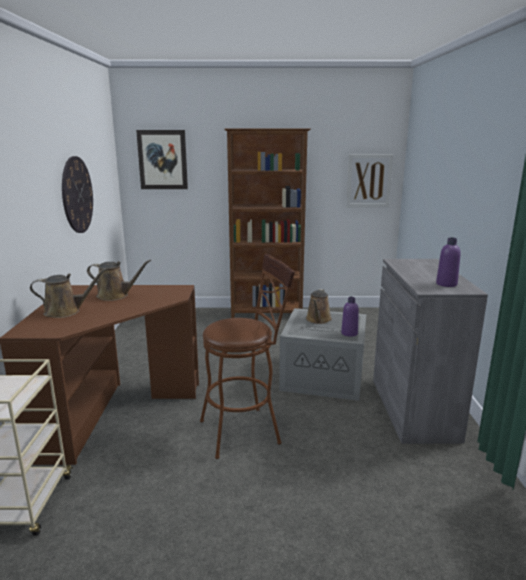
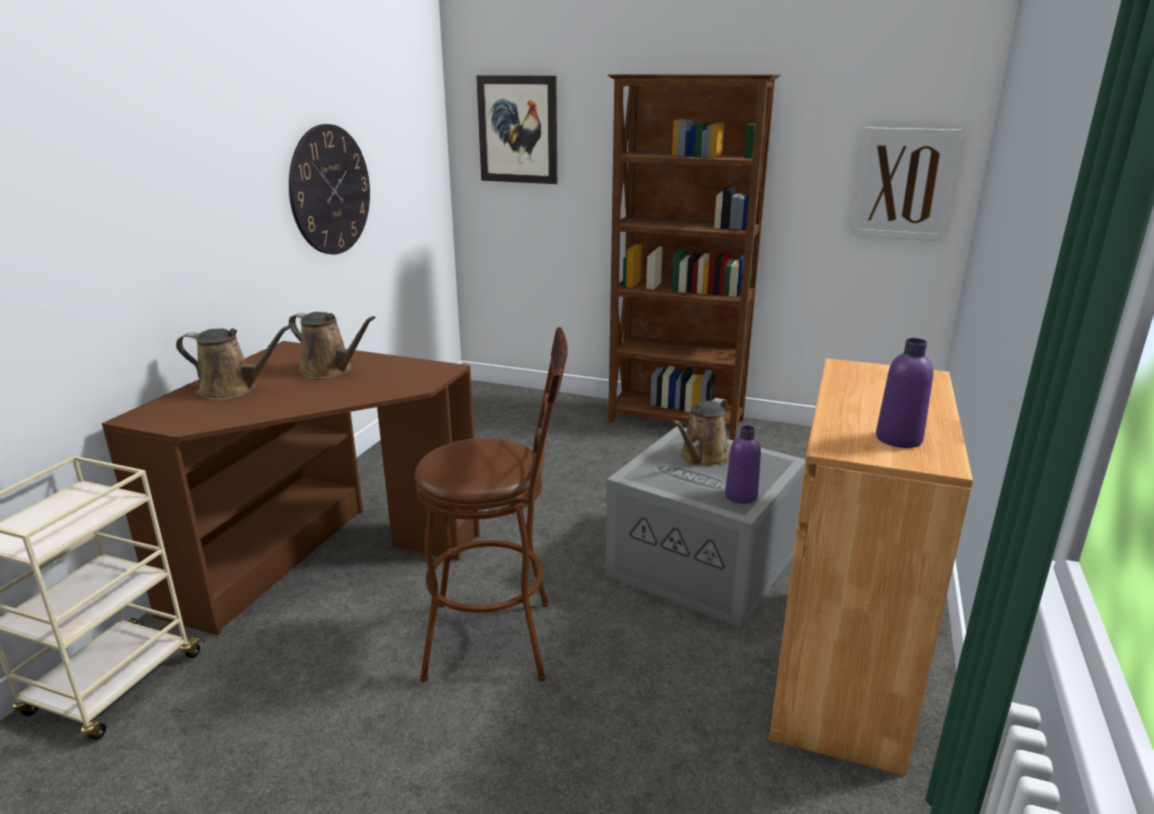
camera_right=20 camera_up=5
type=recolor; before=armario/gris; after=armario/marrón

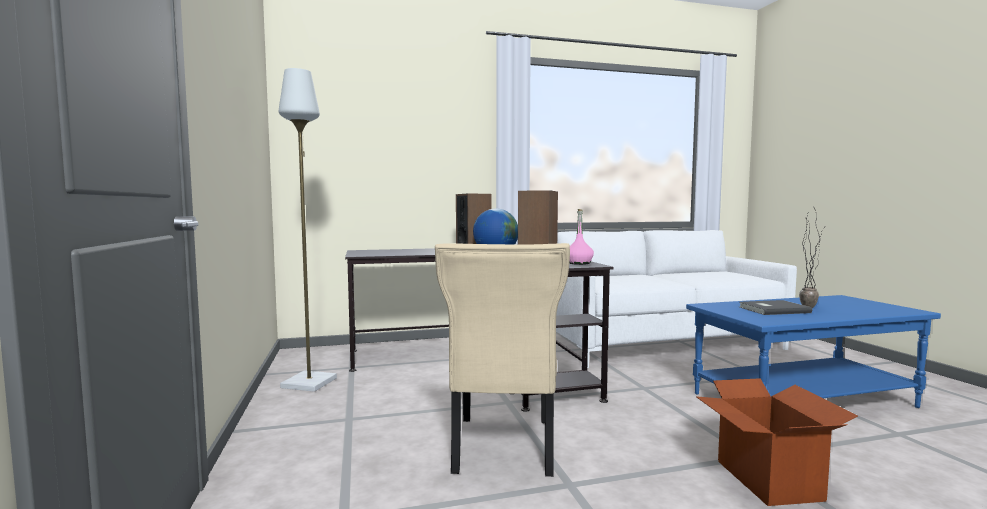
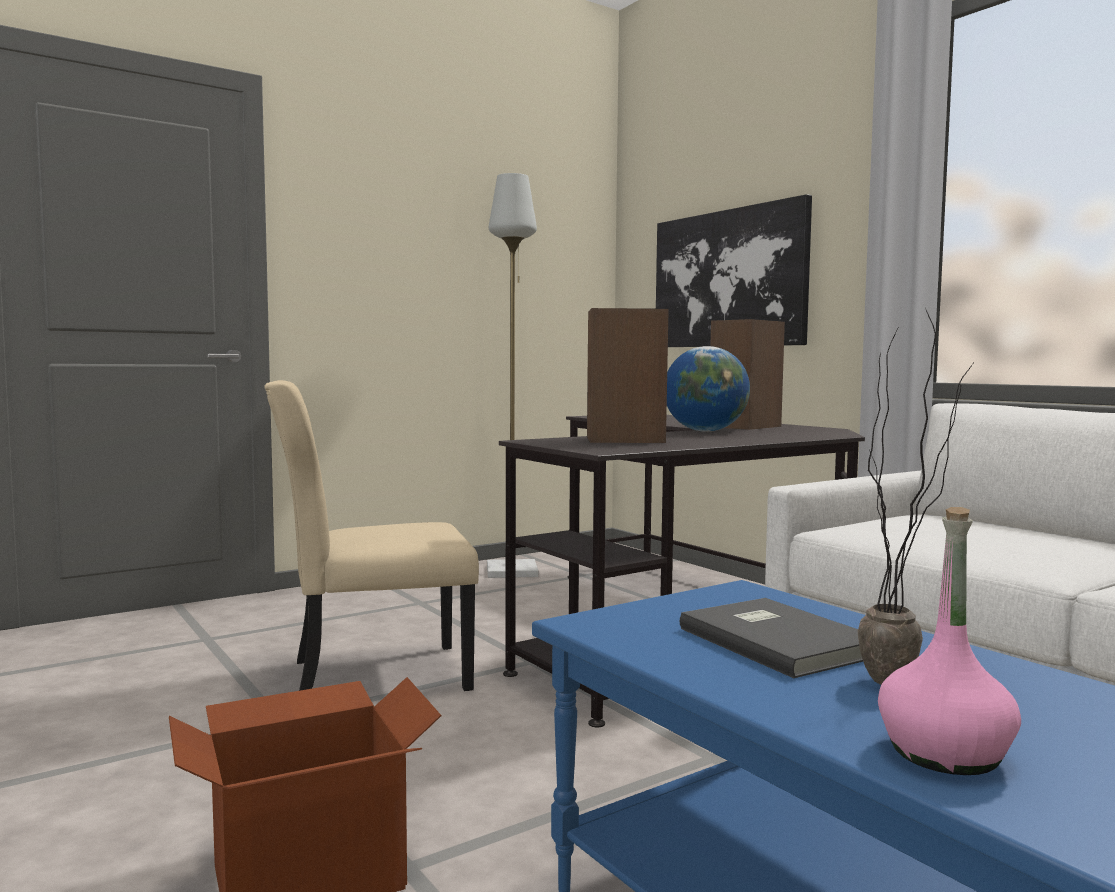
camera_right=70 camera_up=0
type=move; before=botella/rosa
type=insert; after=cuadro

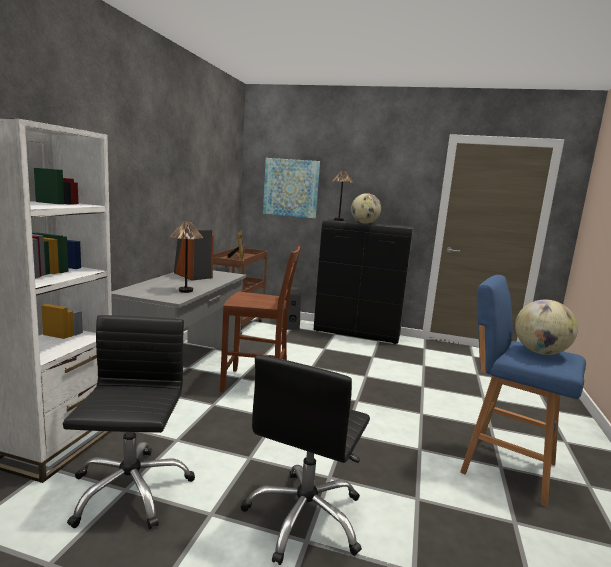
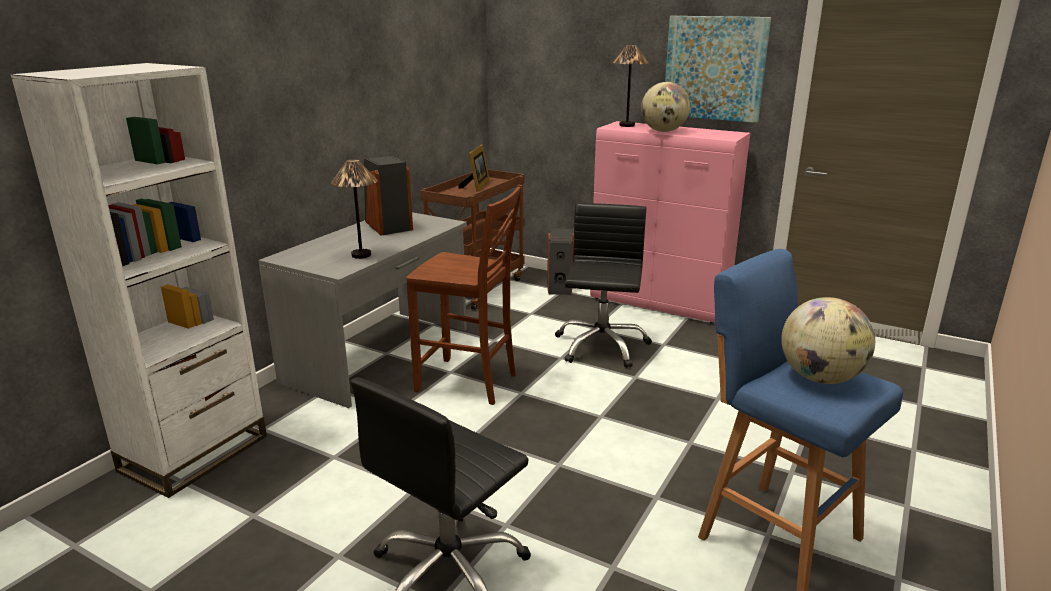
camera_right=15 camera_up=10
type=move; before=silla de oficina/negro (1st from left in the first image); after=silla de oficina/negro (2nd from left)
type=move; before=cuadro
type=recolor; before=armario/negro; after=armario/rosa

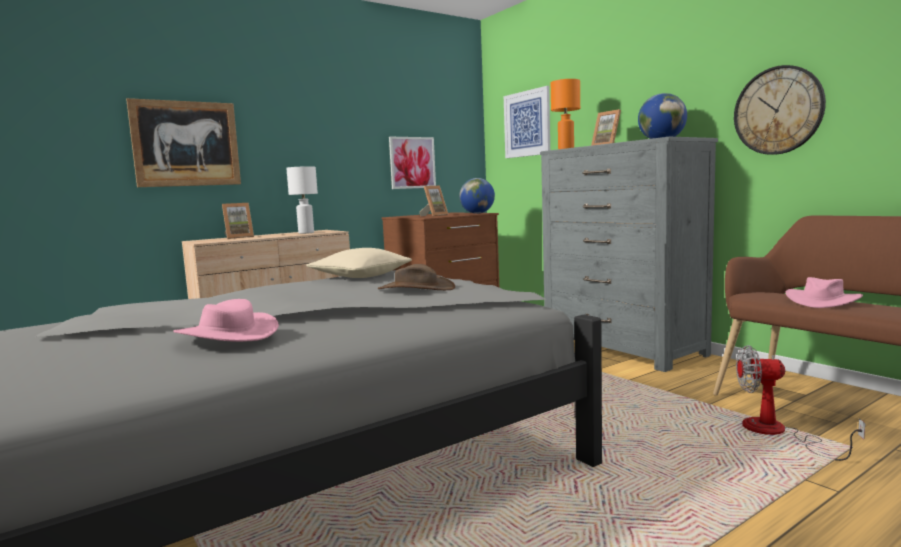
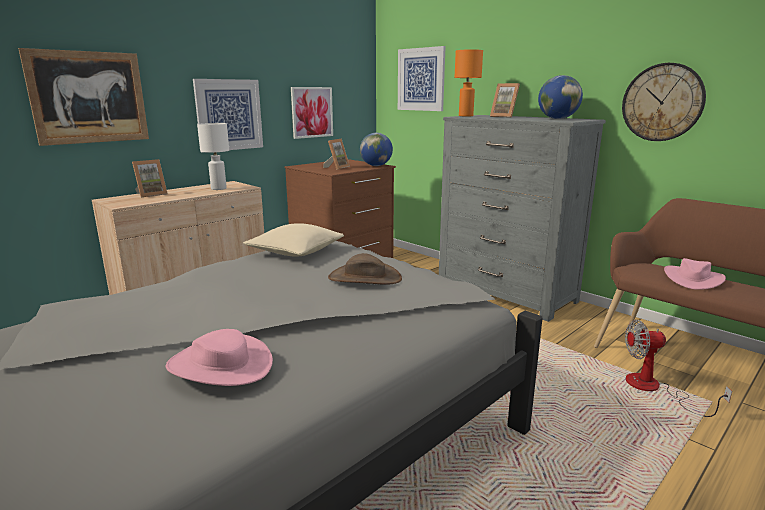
camera_right=-10 camera_up=10
type=insert; after=cuadro (2nd from left)

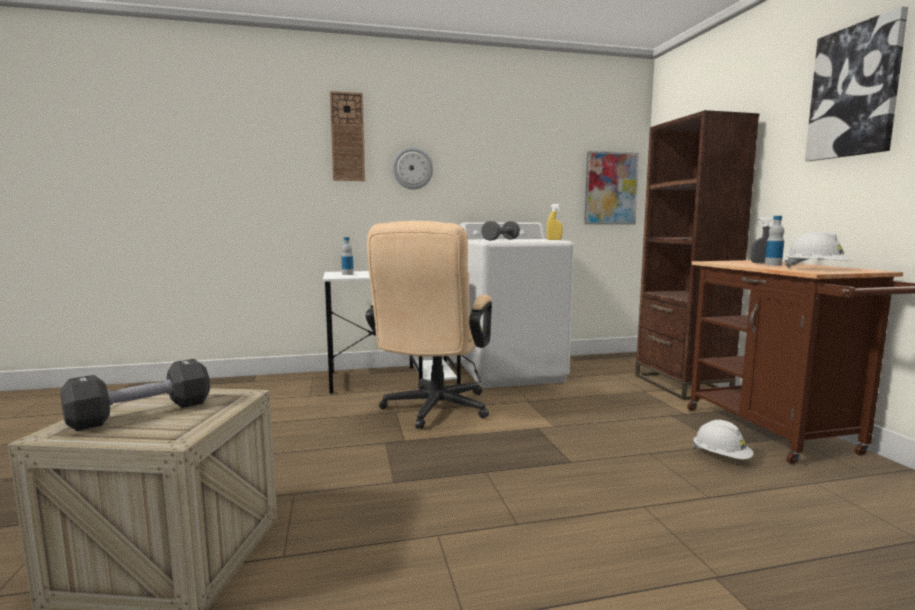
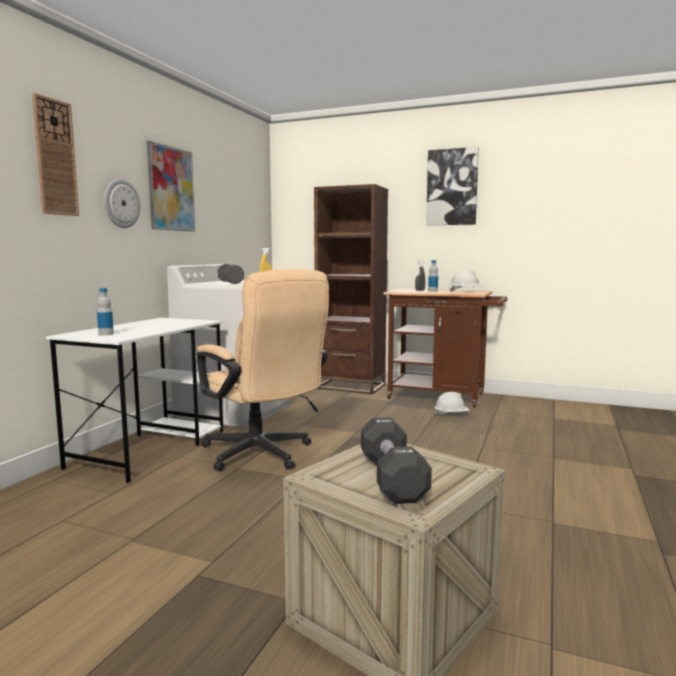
camera_right=-55 camera_up=0
type=move; before=cuadro (1st from left)

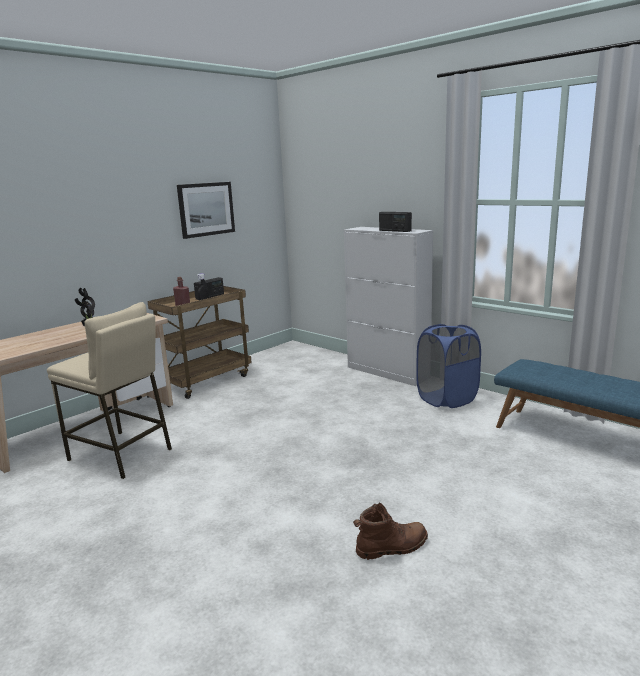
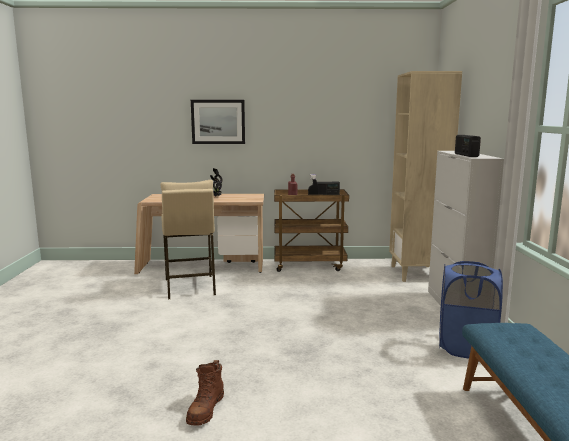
camera_right=45 camera_up=-5
type=move; before=cuadro
type=rotate; before=bota/marrón; turn=75
type=insert; after=estantería/beis

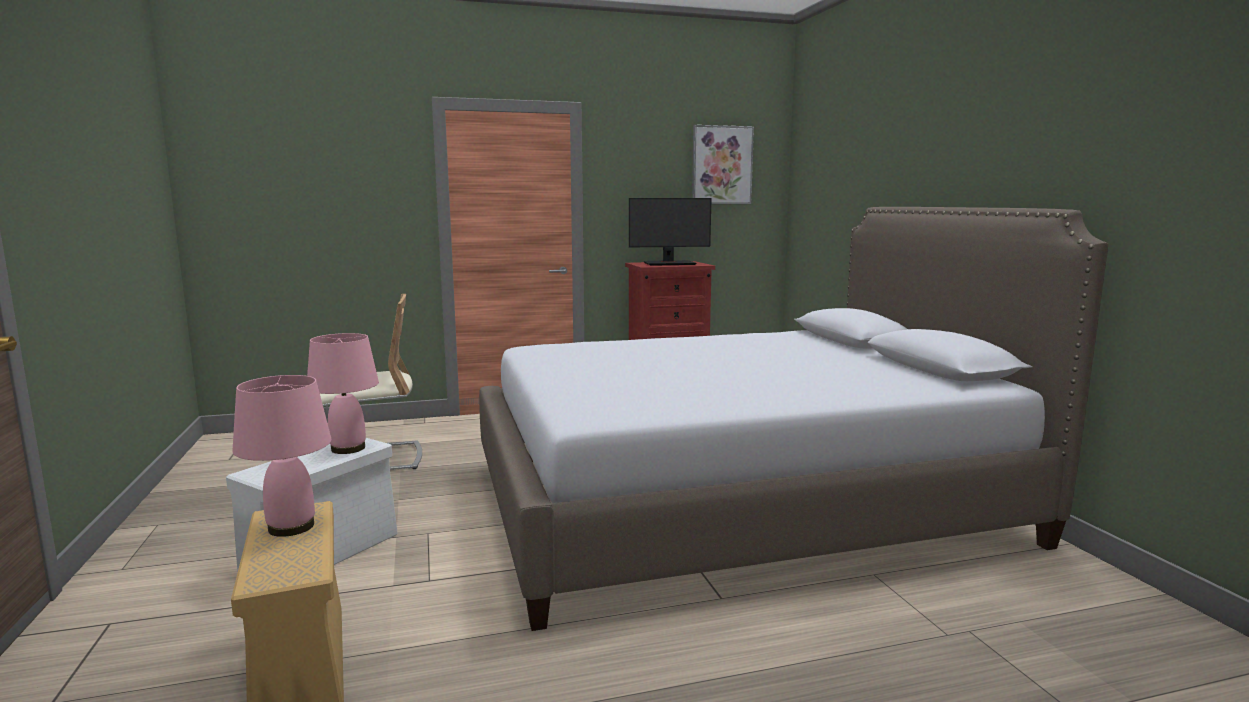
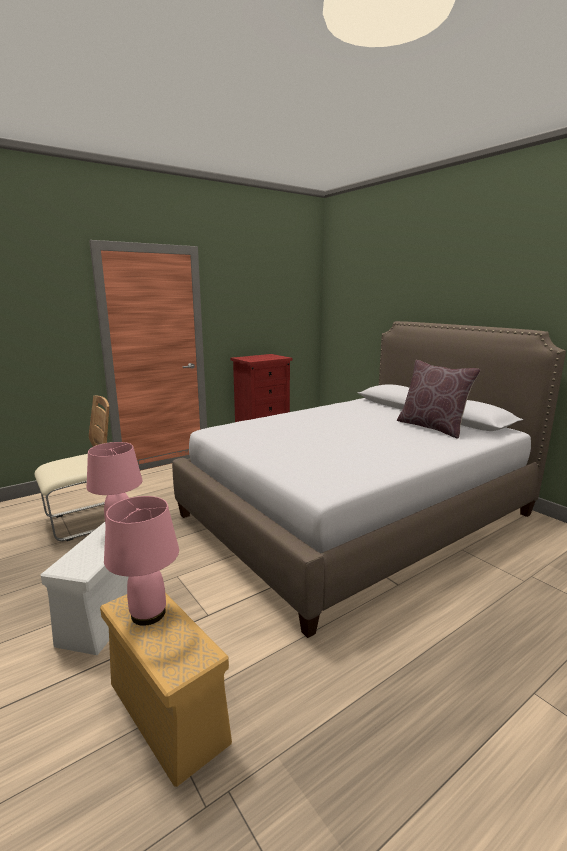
camera_right=-20 camera_up=5
type=delete; before=monitor
type=delete; before=cuadro
type=insert; after=cojín/marrón

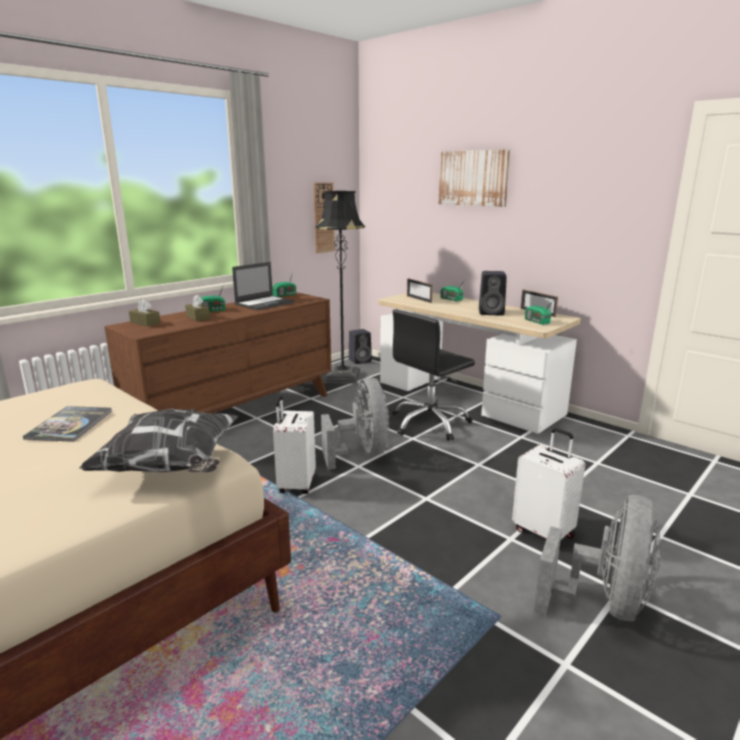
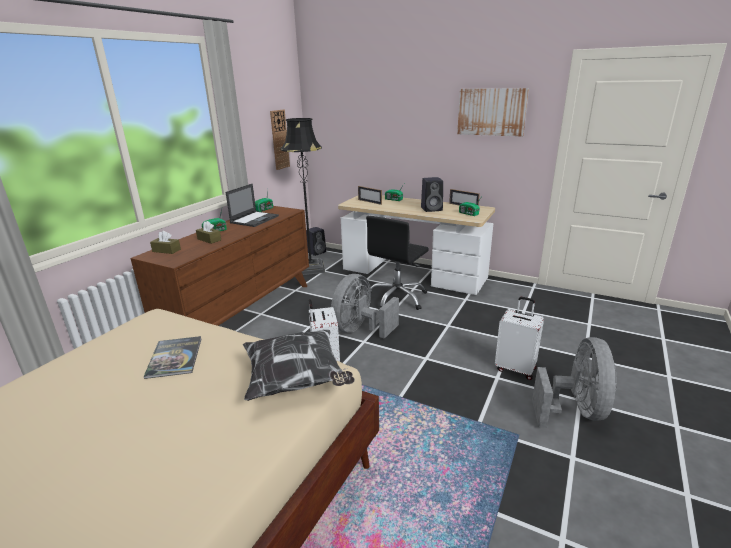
camera_right=-15 camera_up=5
type=rotate; before=ventilador/gris (1st from left); turn=-120
type=move; before=cuadro

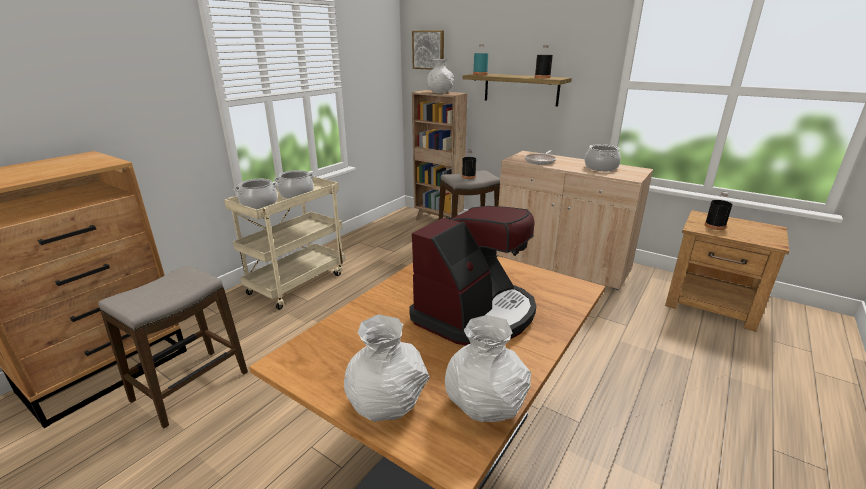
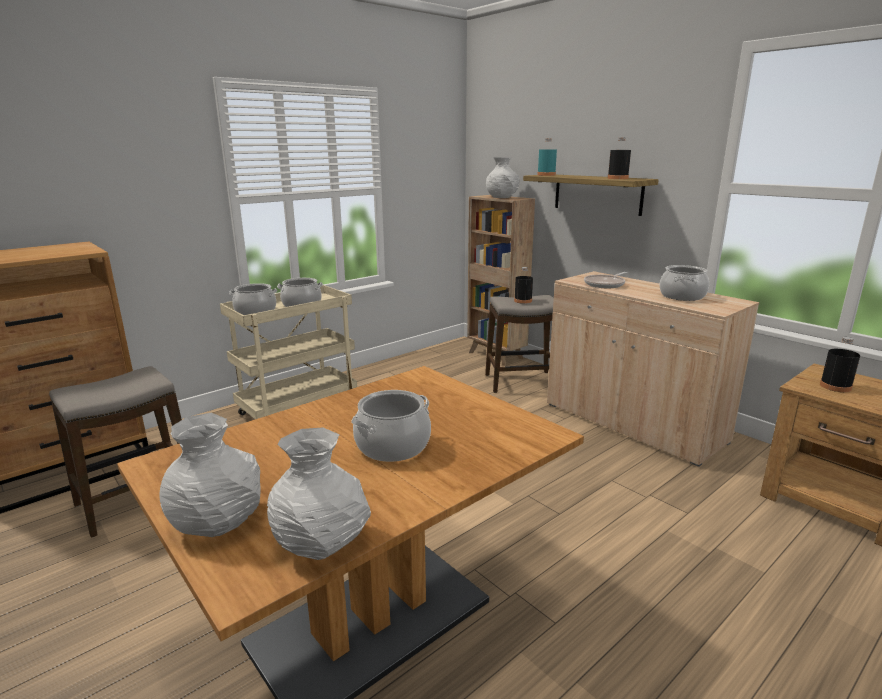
camera_right=15 camera_up=-5
type=replace; before=cafetera; after=olla (3rd from left)
type=delete; before=cuadro

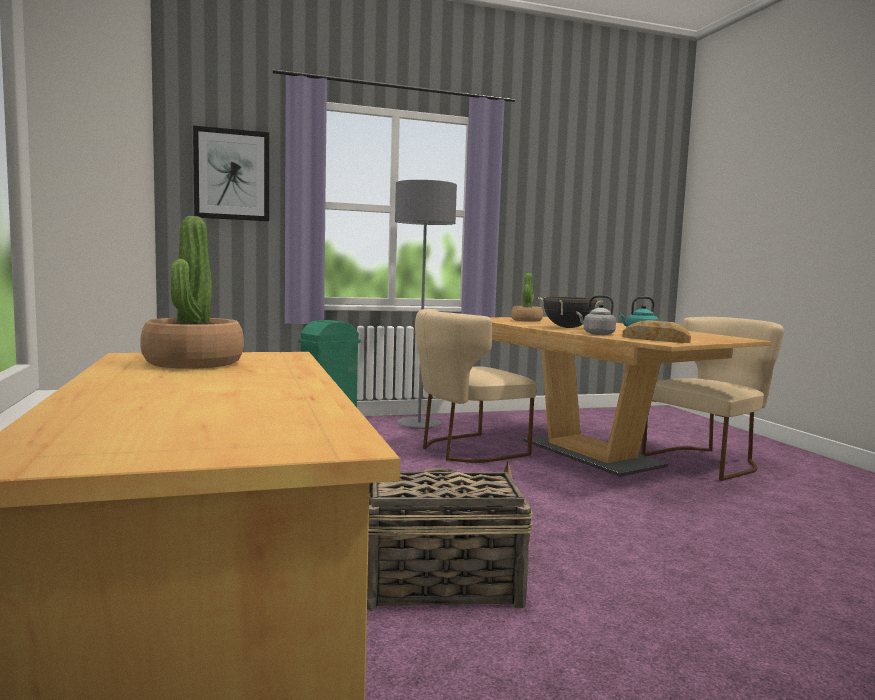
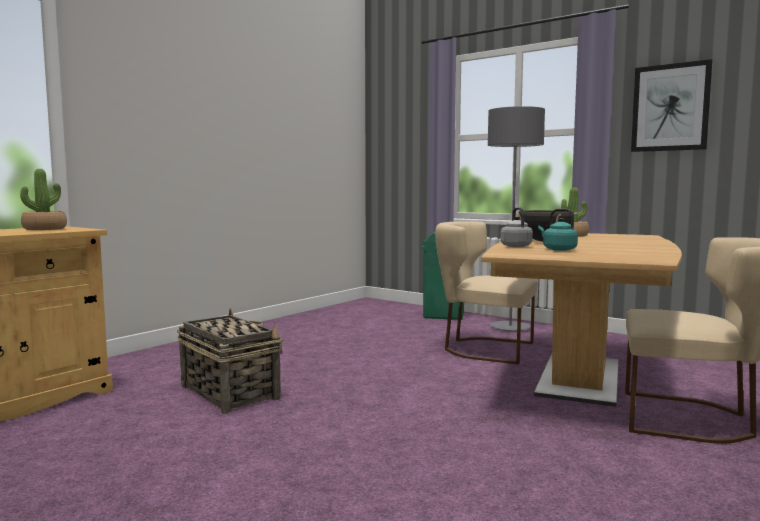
camera_right=55 camera_up=0
type=move; before=cuadro
type=delete; before=pan

